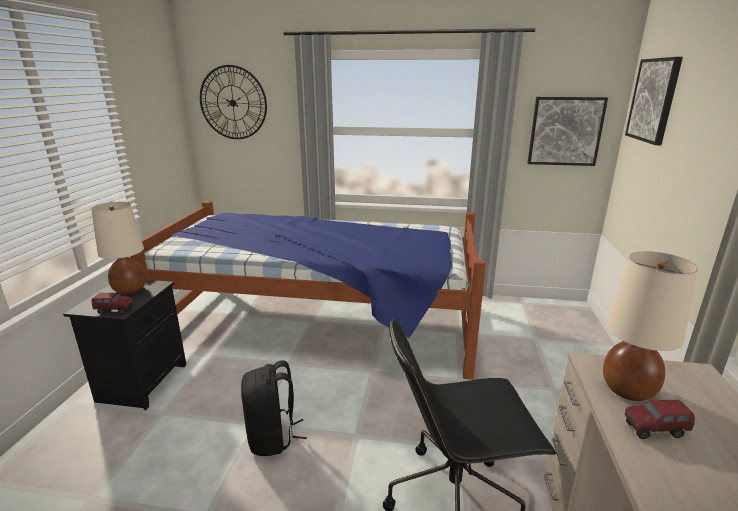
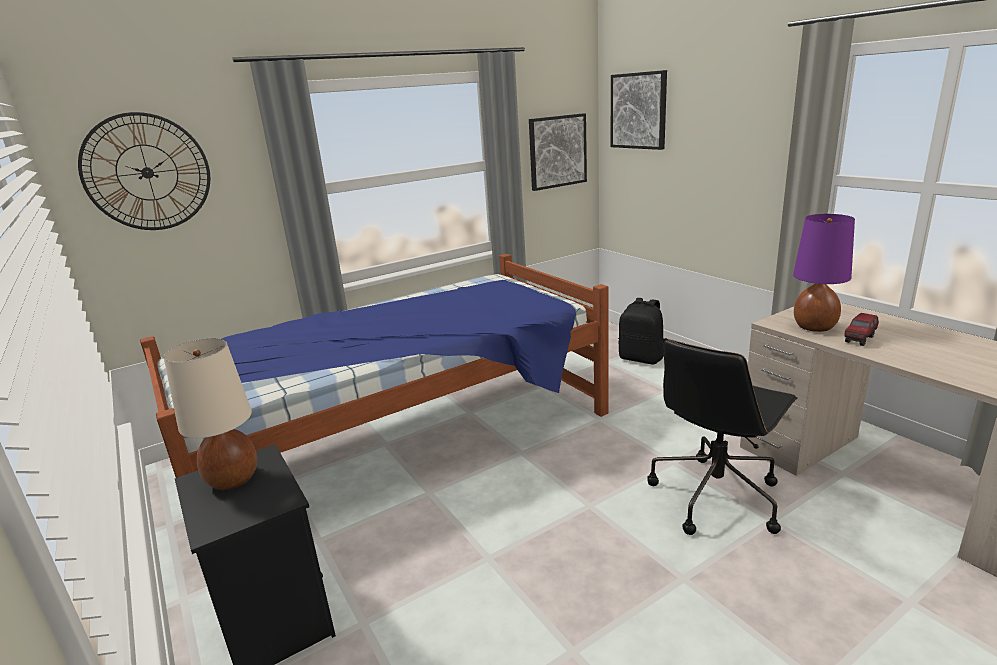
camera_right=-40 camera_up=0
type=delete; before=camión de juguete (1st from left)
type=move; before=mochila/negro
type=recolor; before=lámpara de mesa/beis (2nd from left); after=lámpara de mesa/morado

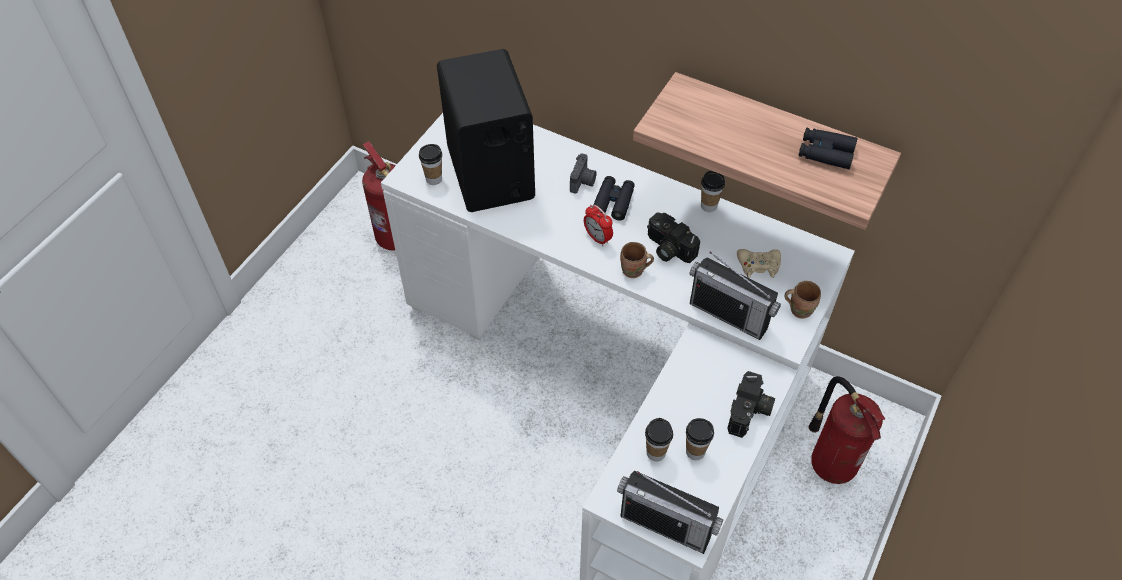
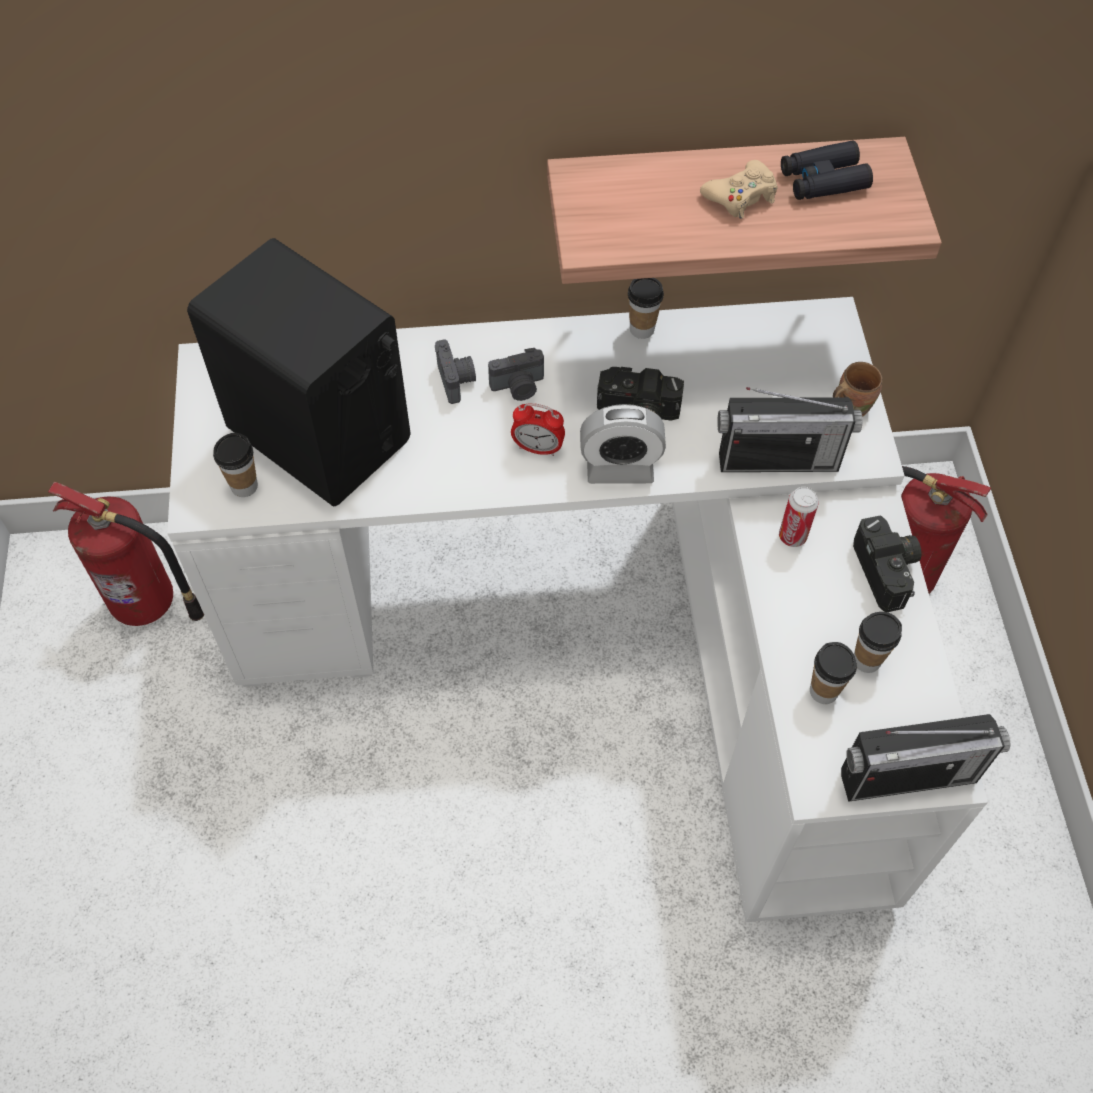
camera_right=-35 camera_up=5
type=replace; before=prismáticos/negro (1st from left); after=cámara (2nd from left)
type=replace; before=taza grande/marrón (1st from left); after=despertador (2nd from left)
type=move; before=mando de consola/beis
type=insert; after=lata

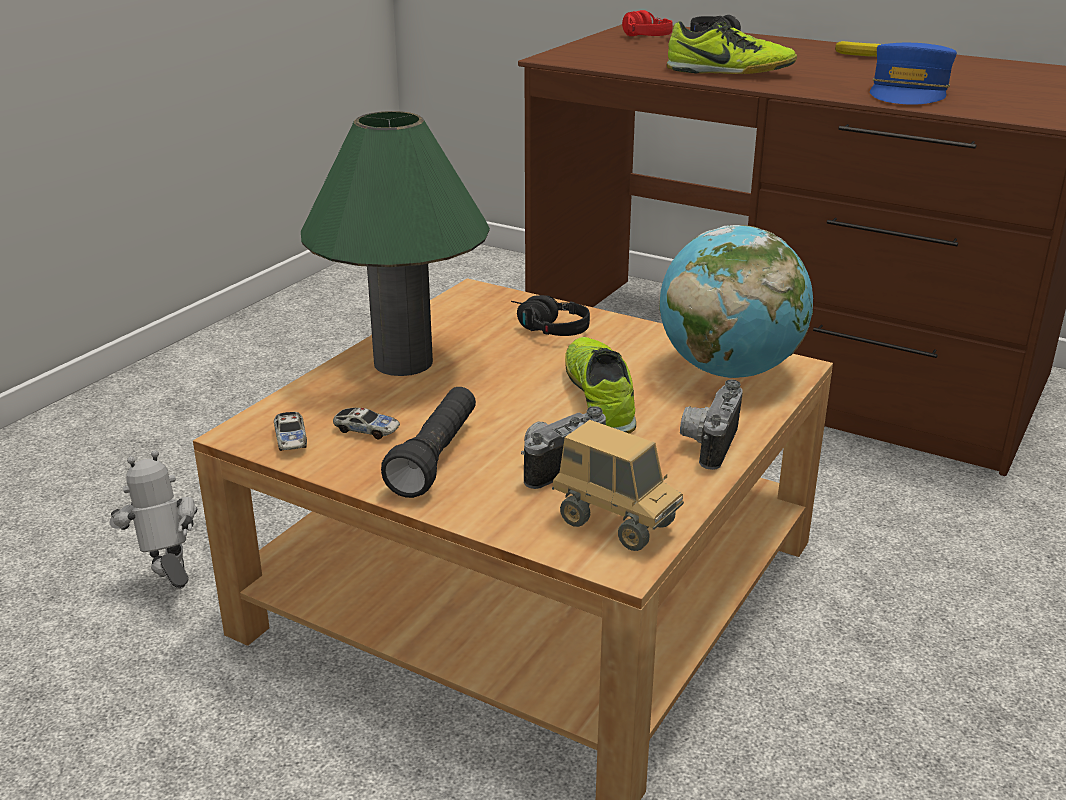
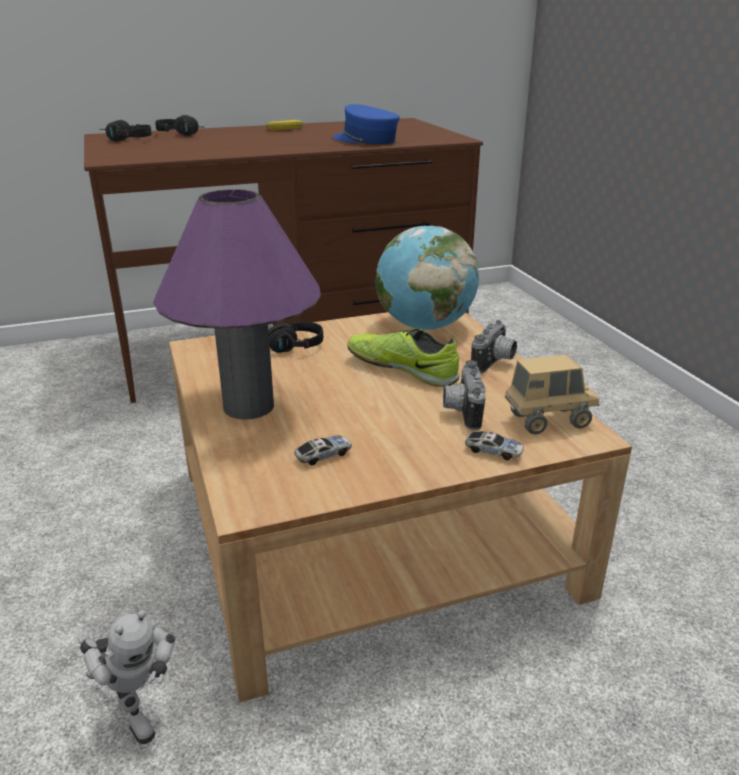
camera_right=-50 camera_up=0
type=rotate; before=robot de juguete; turn=-150
type=move; before=coche de juguete (1st from left in the first image); after=coche de juguete (2nd from left)
type=recolor; before=lámpara de mesa/verde; after=lámpara de mesa/morado
type=delete; before=linterna/negro
type=recolor; before=auriculares/rojo; after=auriculares/negro (1st from left)
type=delete; before=zapato (2nd from left)
type=rotate; before=cámara (2nd from left); turn=-120
type=rotate; before=gorra/azul; turn=150

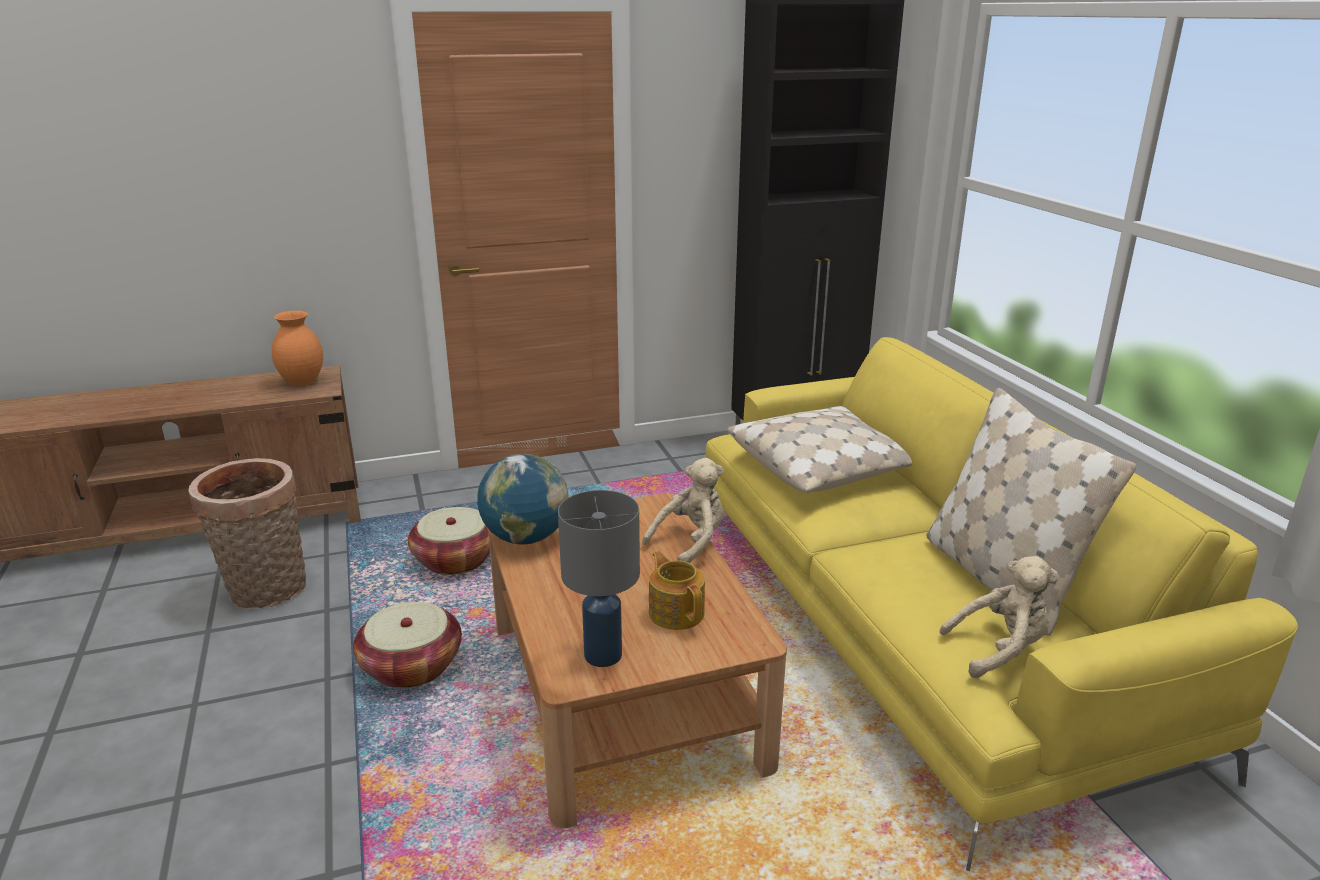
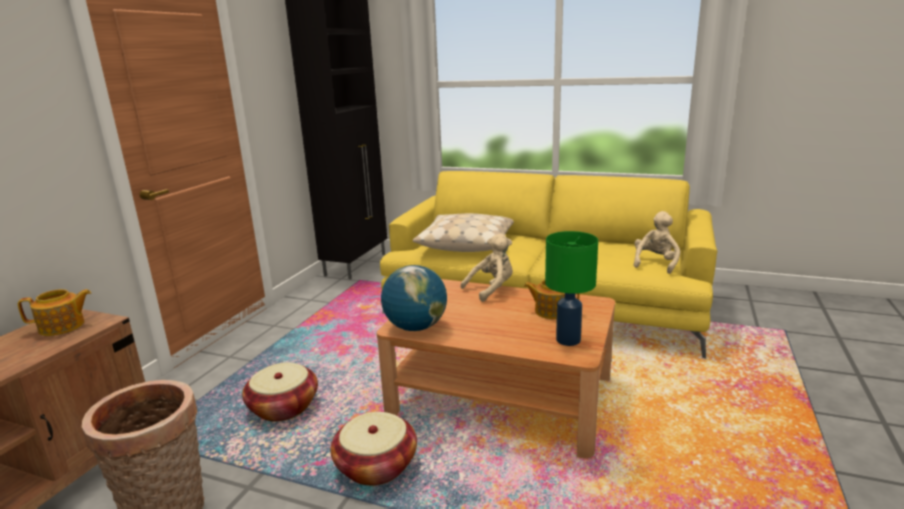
camera_right=-50 camera_up=-5
type=replace; before=florero/naranja; after=tetera (1st from left)
type=recolor; before=lámpara de mesa/gris; after=lámpara de mesa/verde
type=rotate; before=peluche/beis (1st from left); turn=60
type=delete; before=cojín/beis (2nd from left)

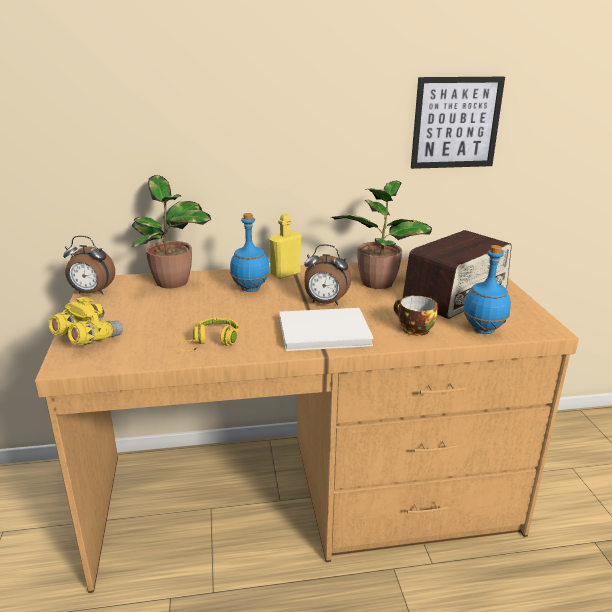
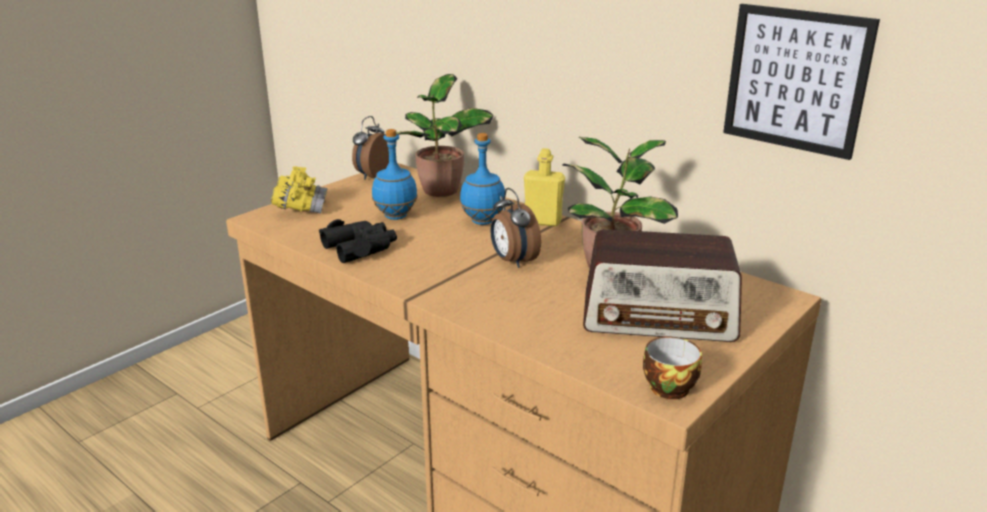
camera_right=50 camera_up=0
type=rotate; before=despertador (1st from left); turn=60
type=replace; before=auriculares/amarillo; after=prismáticos/negro
type=delete; before=libro/blanco
type=move; before=taza
type=move; before=botella/azul (2nd from left in the first image); after=botella/azul (1st from left)

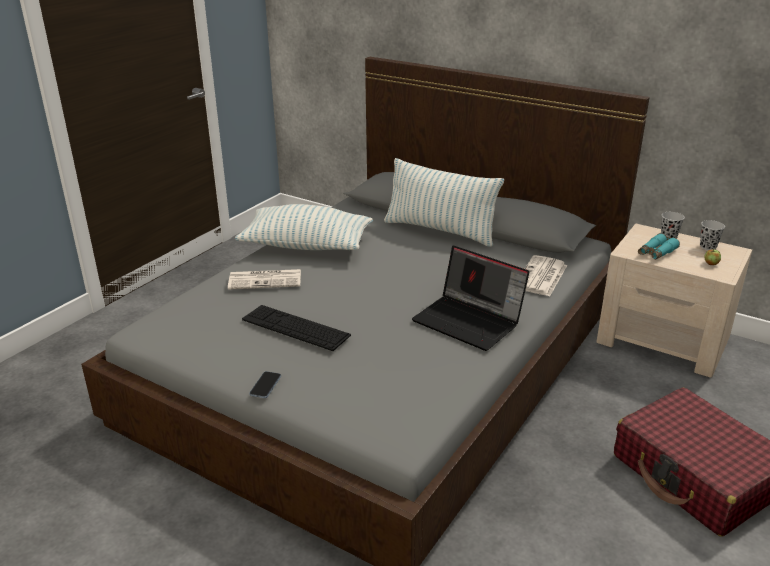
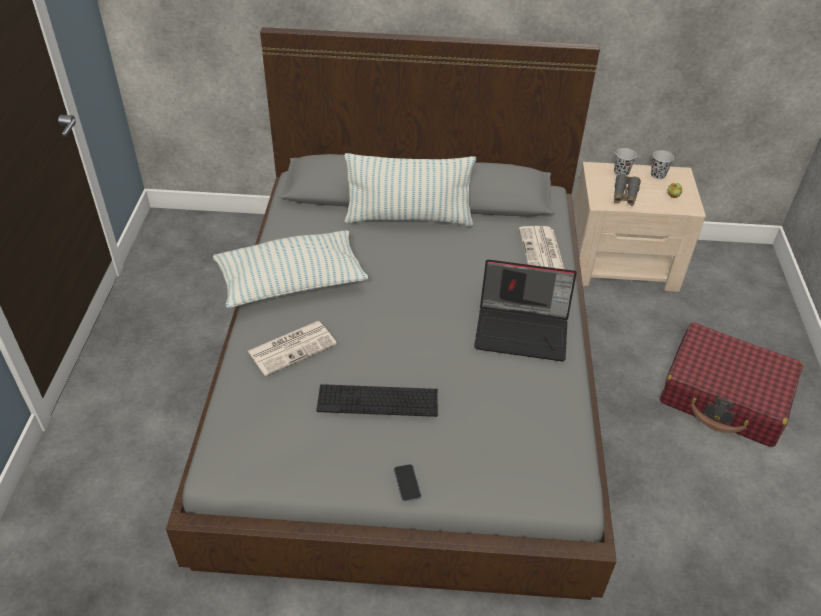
camera_right=-30 camera_up=15
type=recolor; before=prismáticos/turquesa; after=prismáticos/gris

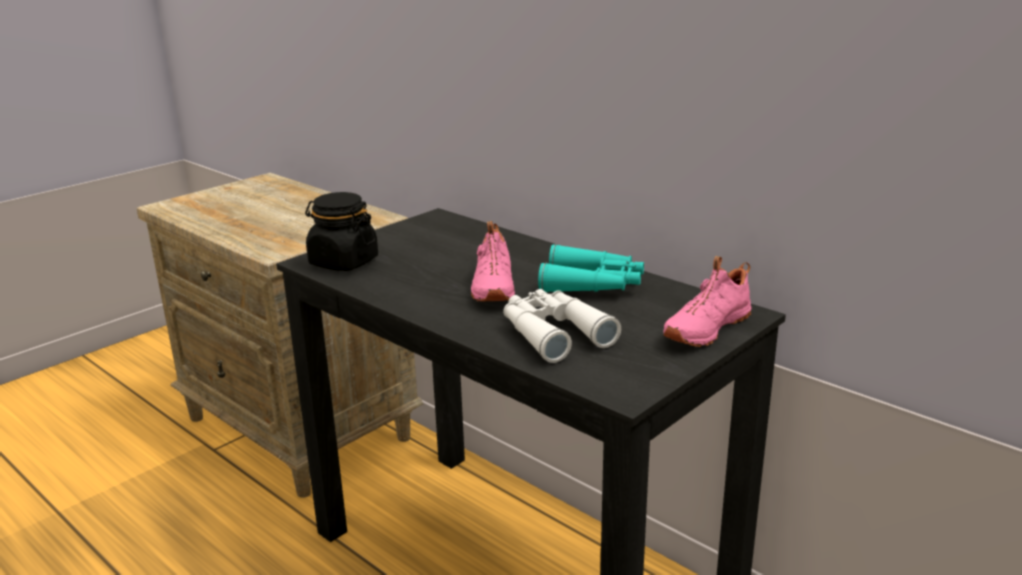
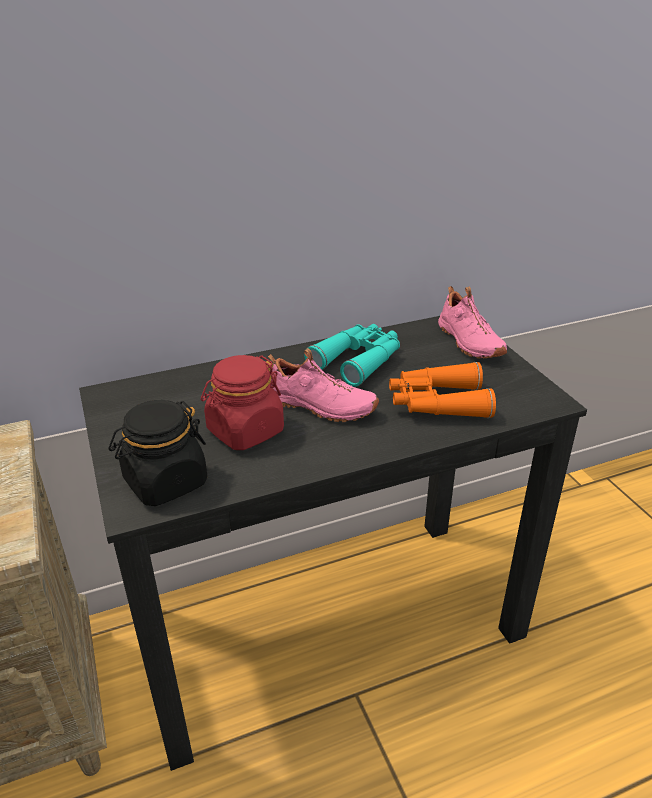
camera_right=-65 camera_up=10
type=recolor; before=prismáticos/blanco; after=prismáticos/naranja
type=insert; after=tarro/rojo

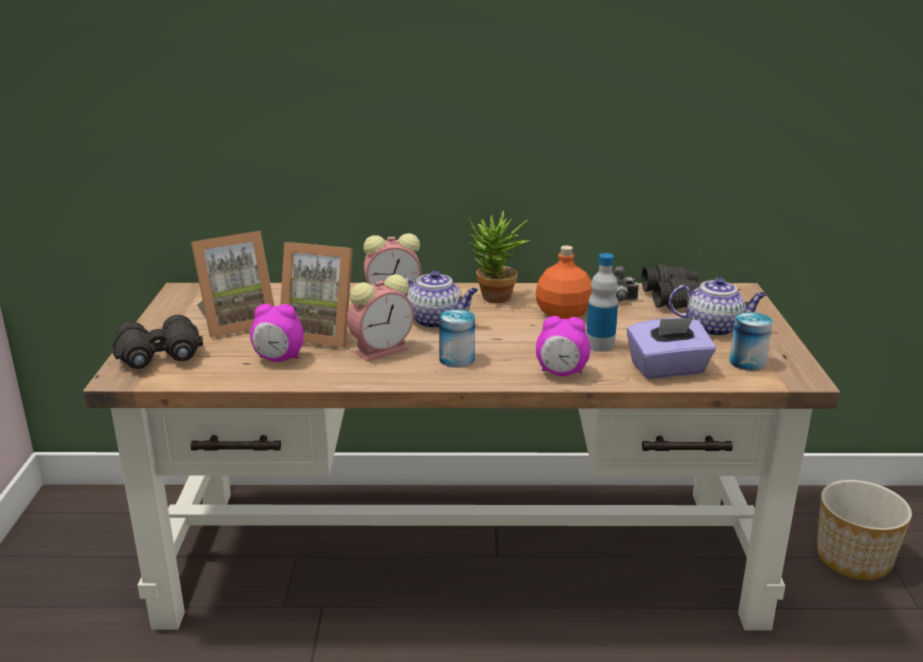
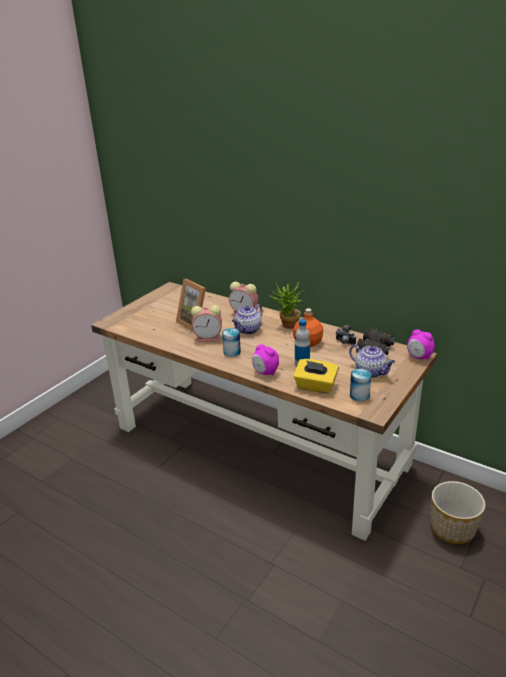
camera_right=35 camera_up=5
type=delete; before=prismáticos/negro (1st from left)
type=delete; before=portarretratos (1st from left)
type=move; before=despertador (1st from left in the first image); after=despertador (4th from left)
type=rotate; before=tetera (1st from left); turn=75
type=recolor; before=caja de pañuelos/morado; after=caja de pañuelos/amarillo

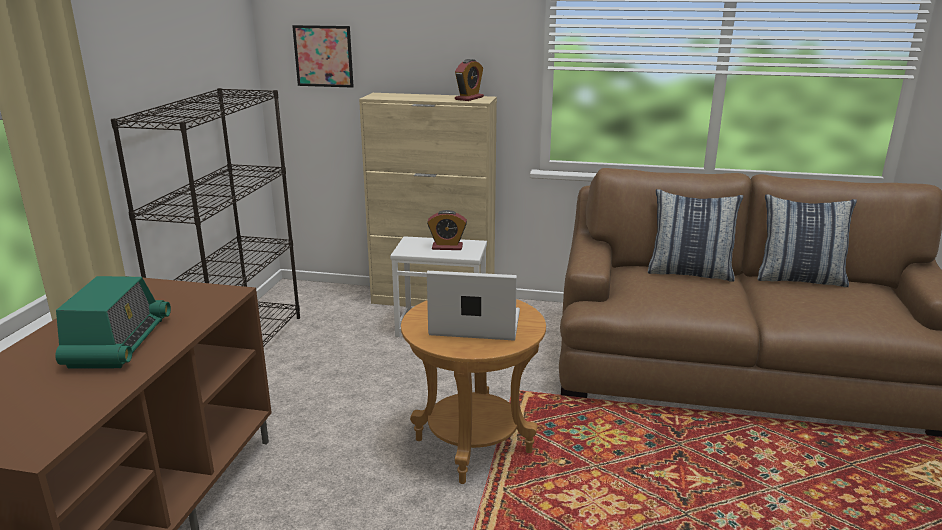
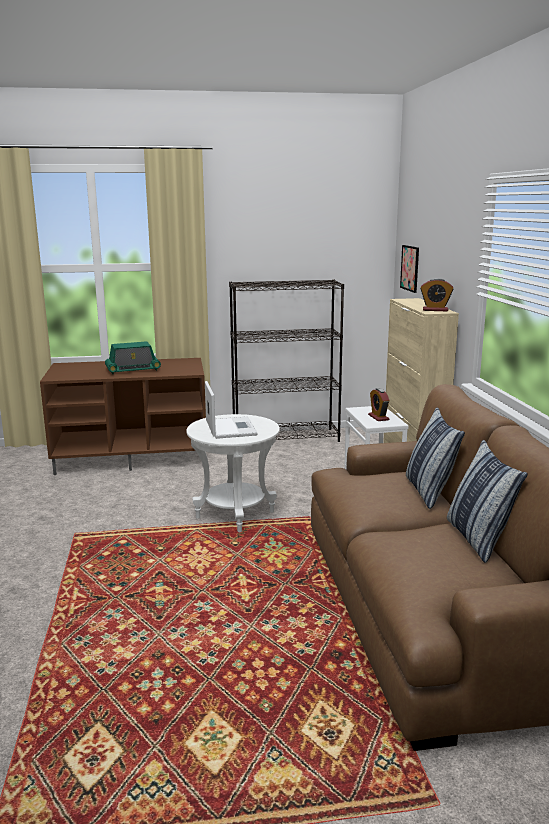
camera_right=70 camera_up=-5
type=recolor; before=mesa auxiliar/marrón; after=mesa auxiliar/blanco (1st from left)

